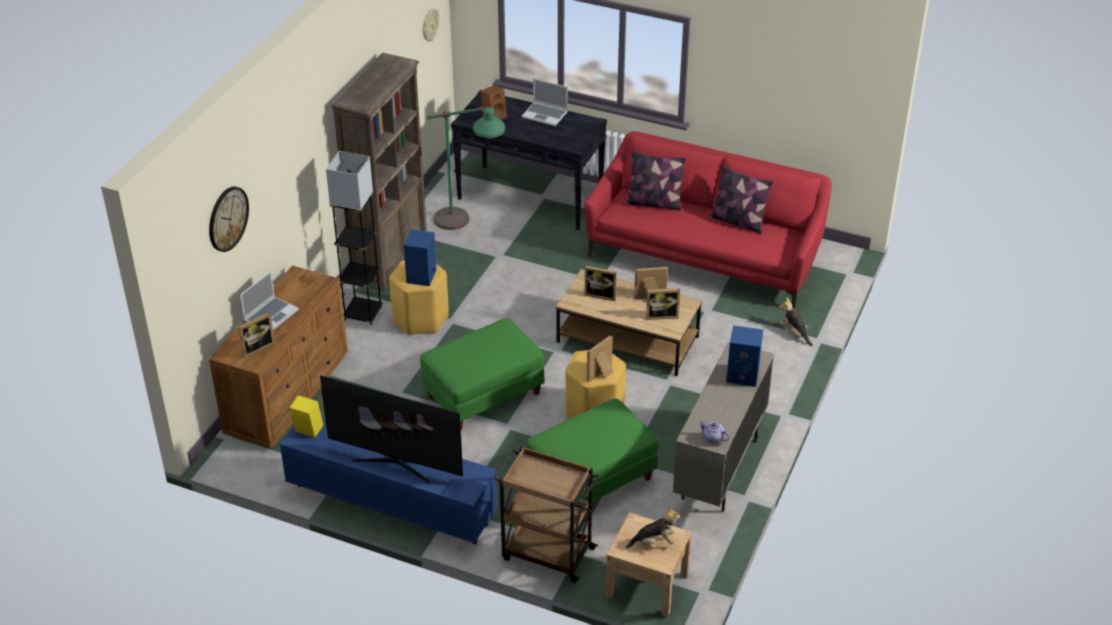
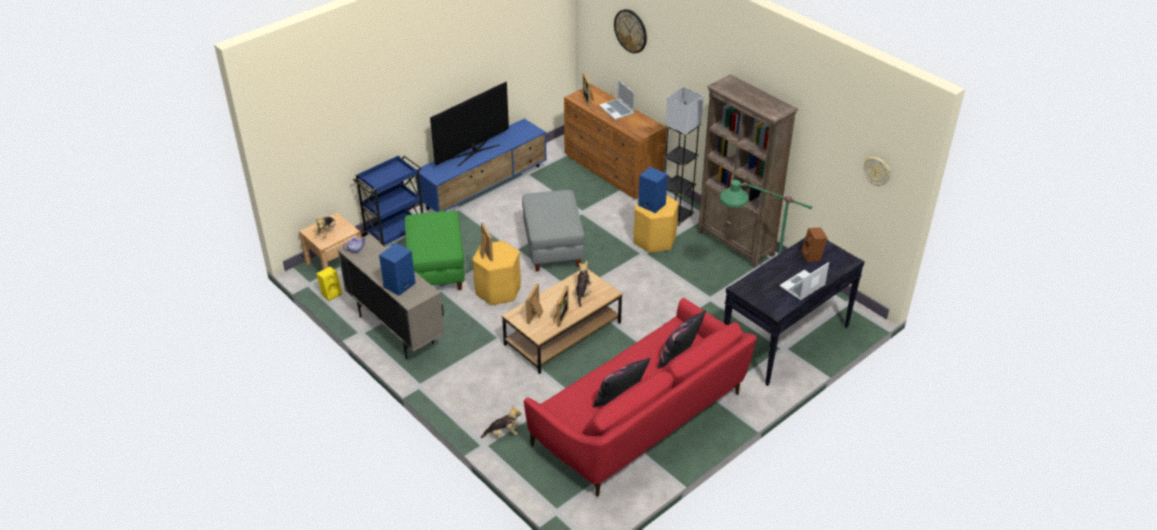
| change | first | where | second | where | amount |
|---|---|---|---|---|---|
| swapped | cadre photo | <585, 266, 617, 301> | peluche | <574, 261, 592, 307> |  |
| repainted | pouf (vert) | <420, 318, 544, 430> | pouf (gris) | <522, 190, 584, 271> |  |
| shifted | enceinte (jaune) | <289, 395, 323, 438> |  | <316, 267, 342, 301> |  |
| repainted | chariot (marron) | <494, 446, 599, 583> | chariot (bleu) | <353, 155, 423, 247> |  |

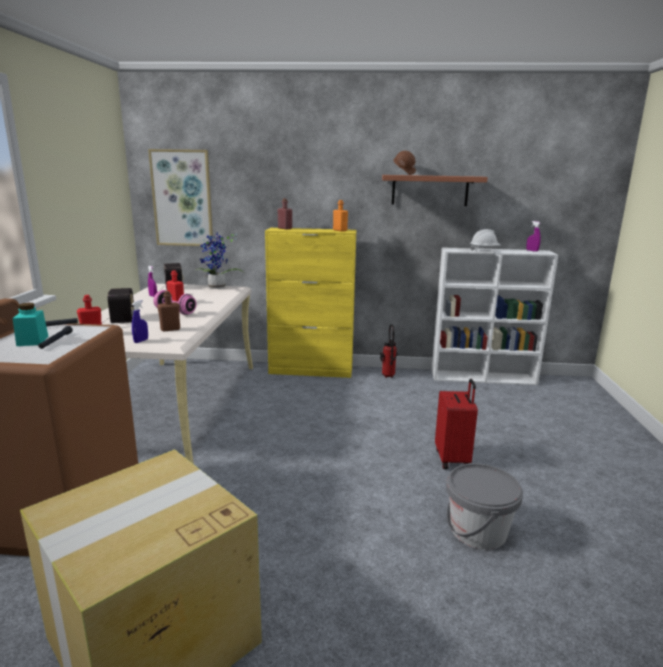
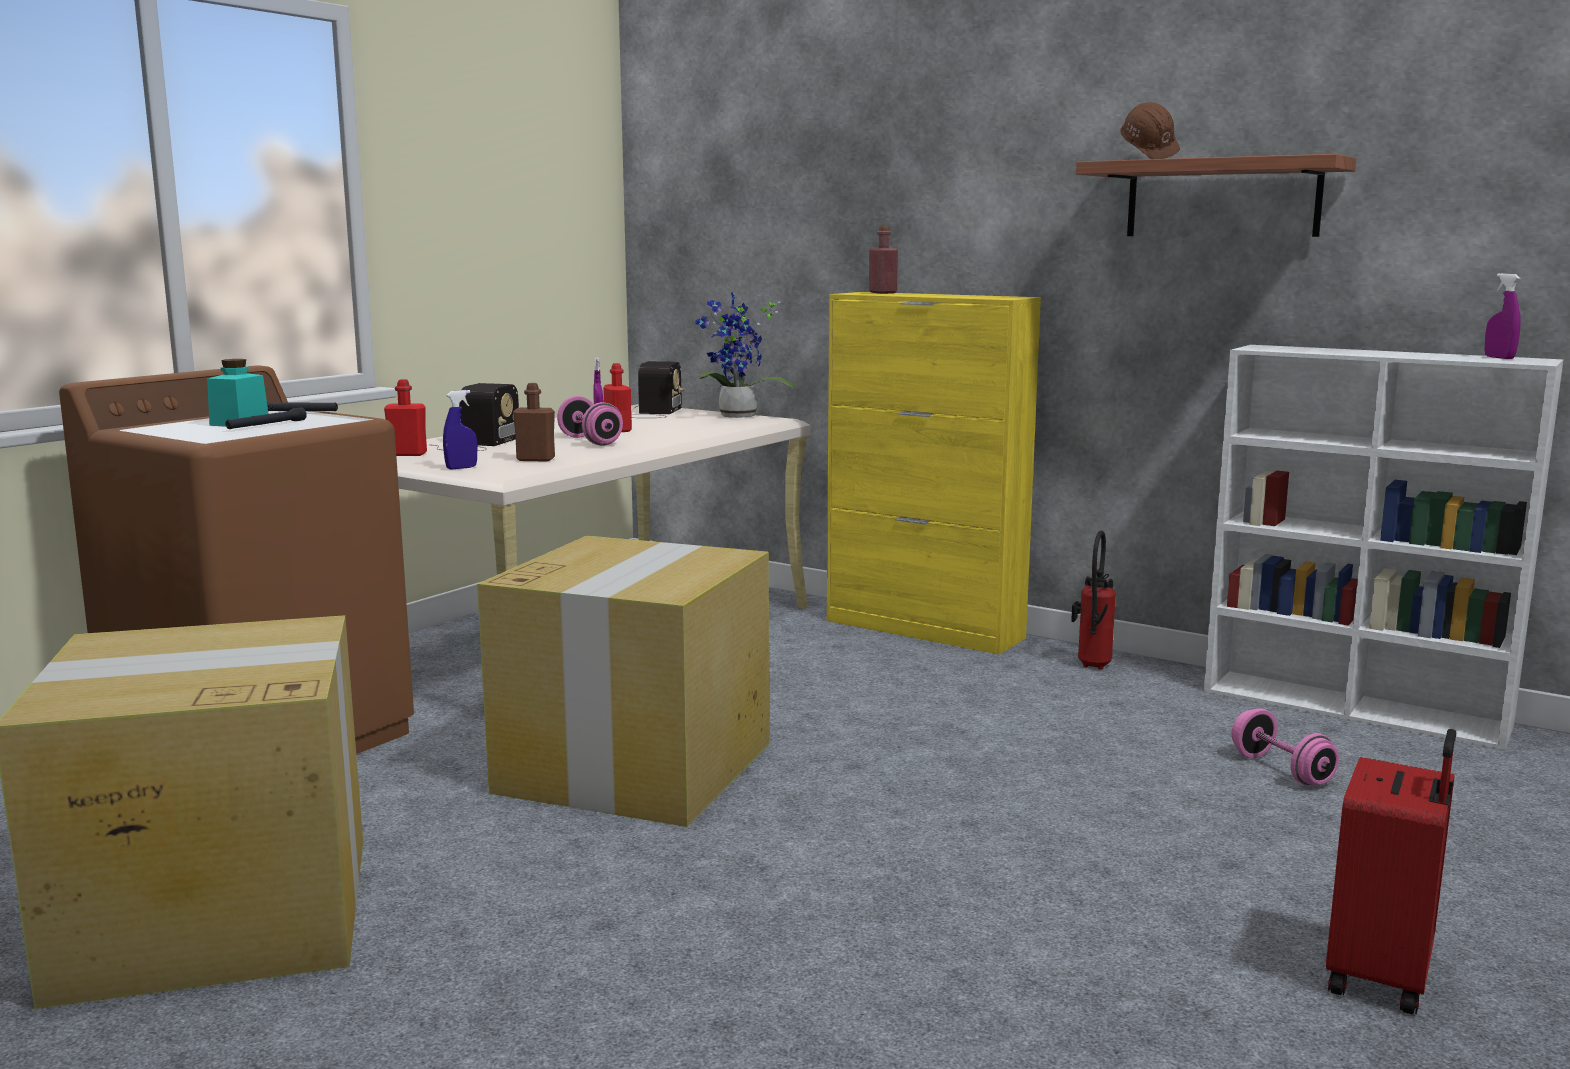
| change | first | where | second | where | amount |
|---|---|---|---|---|---|
| gone | tableau | <148, 149, 213, 246> |  |  |  |
| gone | bouteille (orange) | <333, 200, 348, 232> |  |  |  |
| gone | casque de chantier (blanc) | <470, 229, 500, 251> |  |  |  |
| shifted | valise (rouge) | <435, 379, 478, 469> |  | <1326, 729, 1456, 1014> |  |
| gone | seau (gris) | <446, 463, 523, 549> |  |  |  |
| new |  |  | carton | <477, 536, 769, 827> |  |
| new |  |  | haltère (rose) | <1231, 708, 1339, 786> |  |

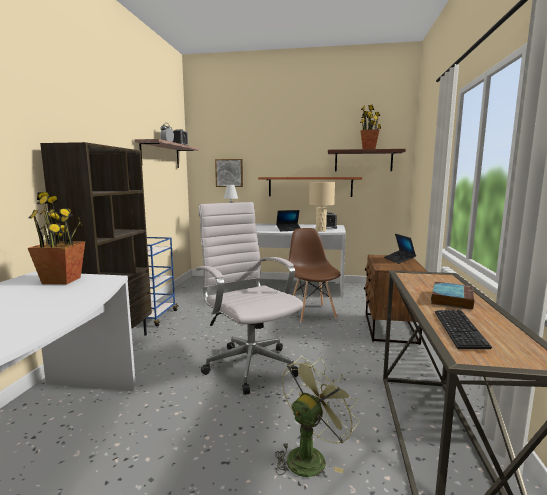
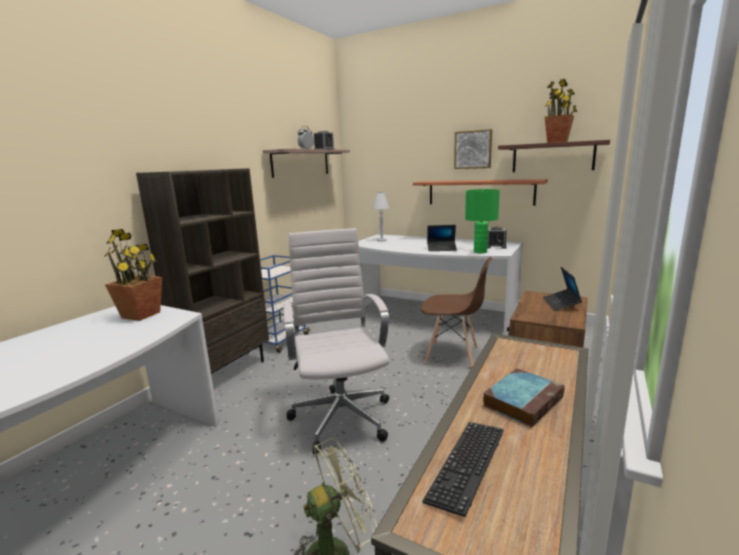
| change | first | where | second | where | amount |
|---|---|---|---|---|---|
| shifted | tableau | <215, 159, 243, 187> |  | <454, 129, 492, 169> |  |
| repainted | lampe de table (beige) | <309, 182, 335, 232> | lampe de table (vert) | <465, 189, 500, 253> |  |
| rotated | chaise (marron) | <289, 228, 341, 323> |  | <420, 257, 492, 368> | 105 degrees clockwise |

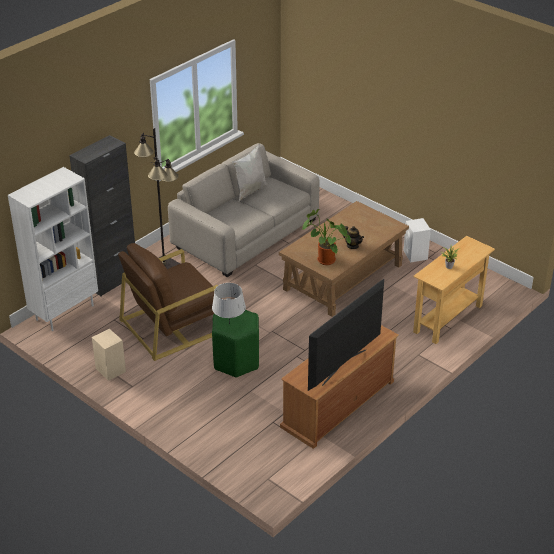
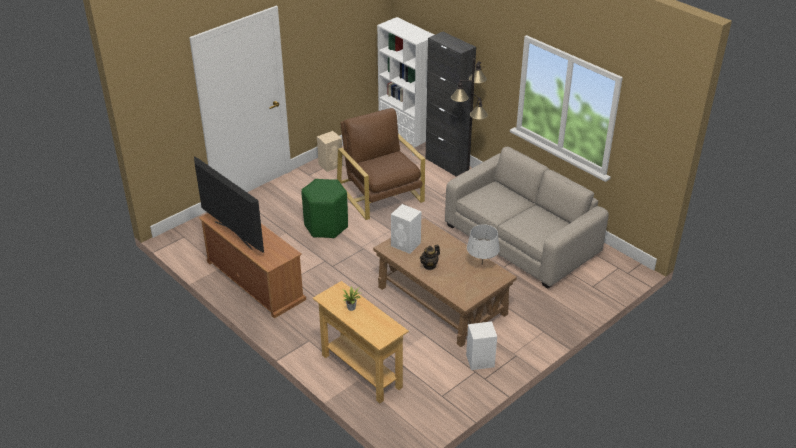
| change | first | where | second | where | amount |
|---|---|---|---|---|---|
| gone | coussin (blanc) | <232, 144, 268, 202> |  |  |  |
| swapped | plante en pot | <302, 209, 351, 265> | enceinte (blanc) | <391, 204, 421, 254> |  |
| shifted | lampe de table (gris) | <212, 283, 246, 325> |  | <467, 224, 500, 262> |  |

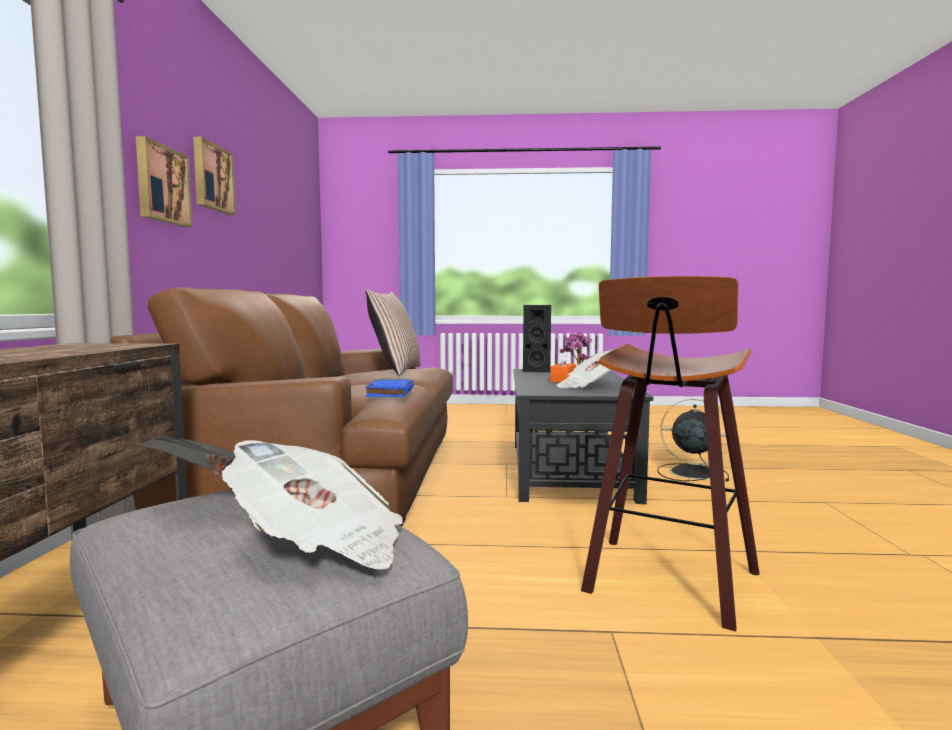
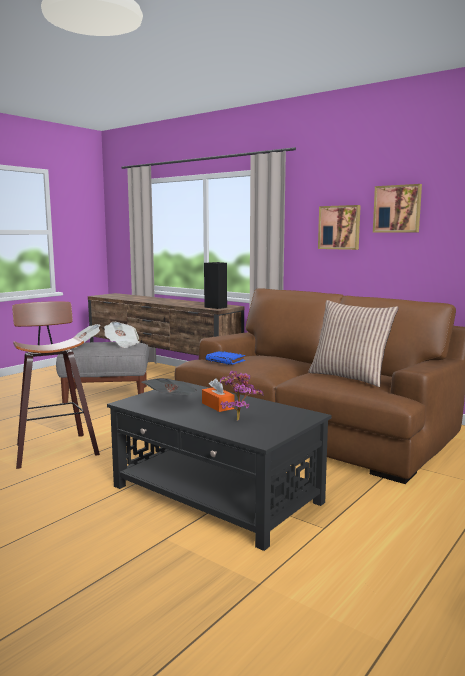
| change | first | where | second | where | amount |
|---|---|---|---|---|---|
| shifted | enceinte (noir) | <522, 305, 551, 372> |  | <204, 262, 227, 309> |  |
| gone | ventilateur (noir) | <657, 399, 729, 482> |  |  |  |

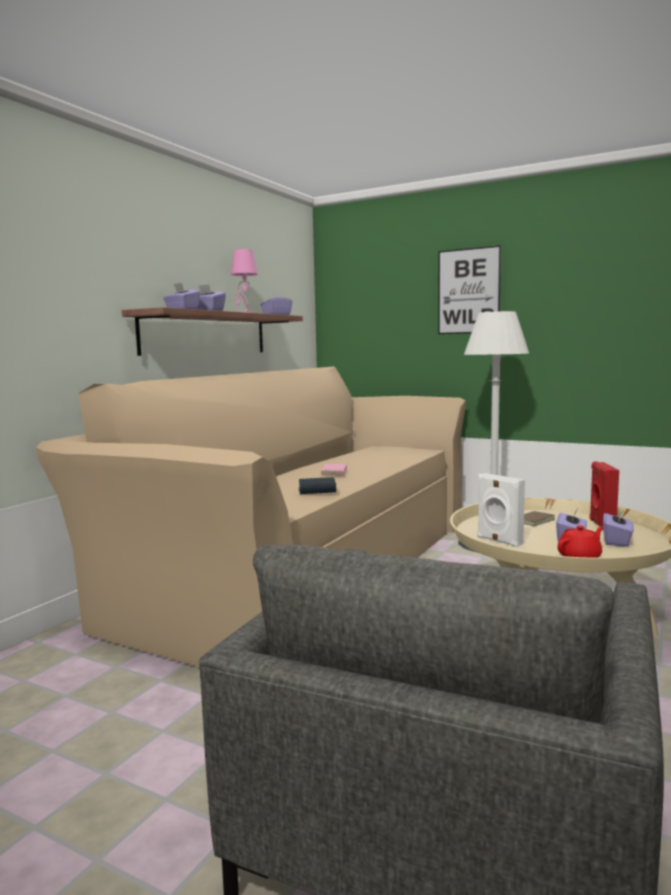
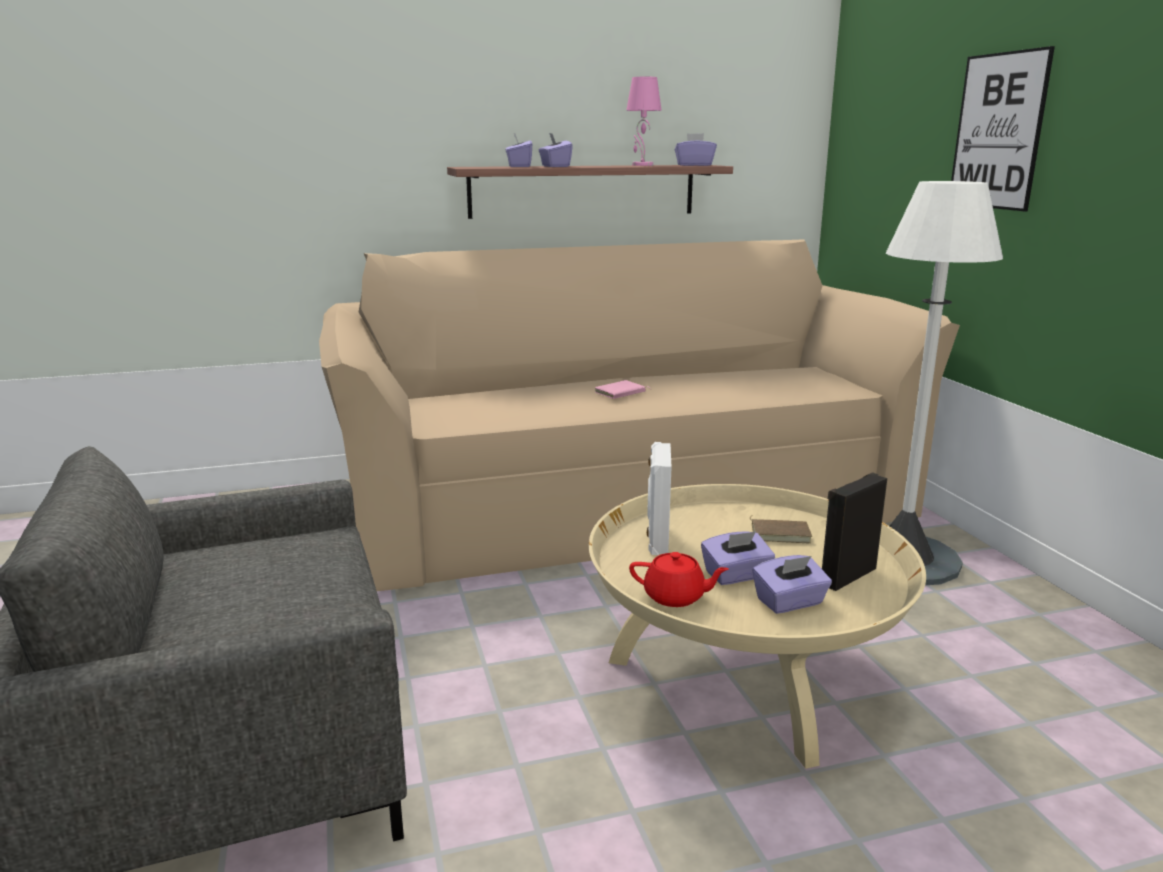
| change | first | where | second | where | amount |
|---|---|---|---|---|---|
| repainted | enceinte (rouge) | <589, 462, 619, 527> | enceinte (noir) | <822, 472, 887, 591> |  |
| gone | livre | <299, 477, 336, 494> |  |  |  |

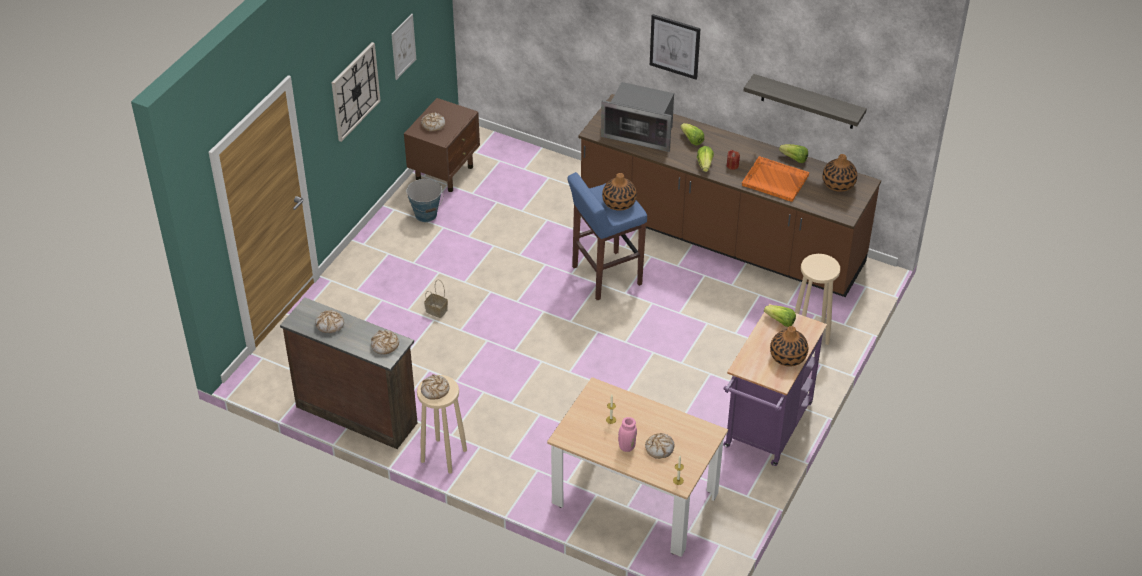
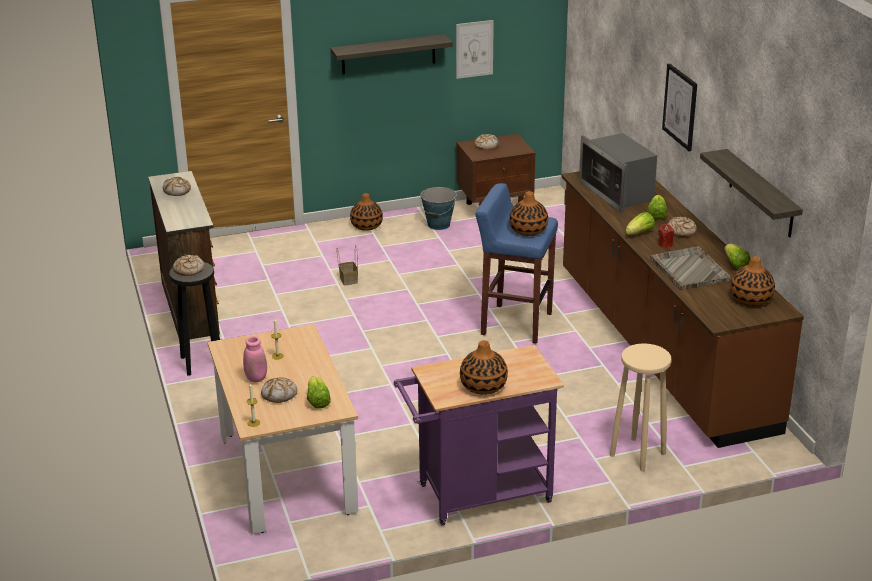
| change | first | where | second | where | amount |
|---|---|---|---|---|---|
| swapped | horloge murale | <331, 42, 381, 142> | étagère | <331, 34, 453, 75> |  |
| repainted | plateau (orange) | <742, 156, 809, 202> | plateau (gris) | <650, 246, 731, 290> |  |
| shifted | laitue | <764, 305, 796, 327> |  | <307, 376, 331, 409> |  |
| shifted | pain | <371, 330, 399, 355> |  | <667, 217, 697, 237> |  |
| repainted | tabouret (beige) | <417, 375, 467, 473> | tabouret (noir) | <169, 262, 220, 376> |  |
| new |  |  | vase | <350, 193, 383, 231> |  |

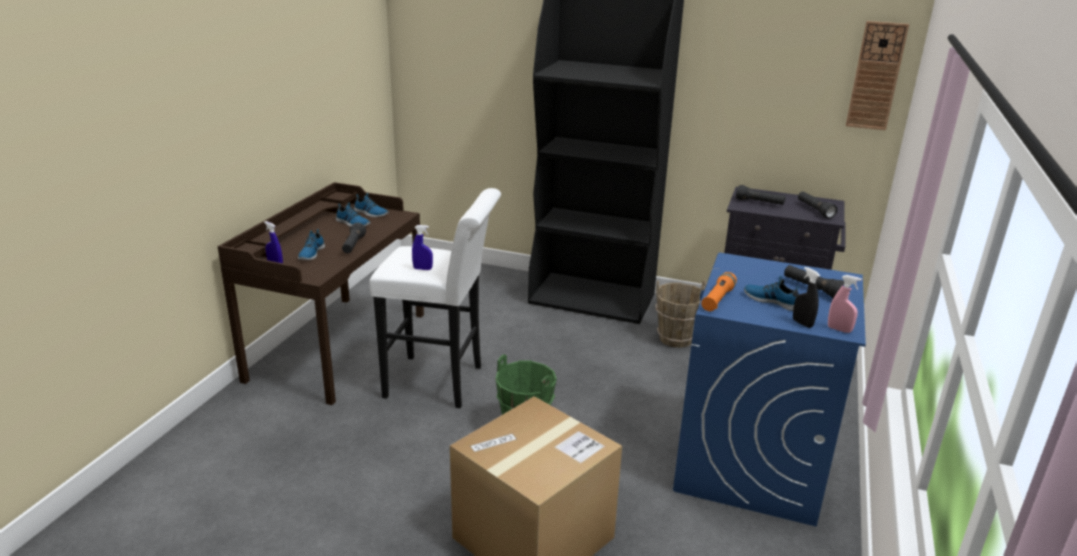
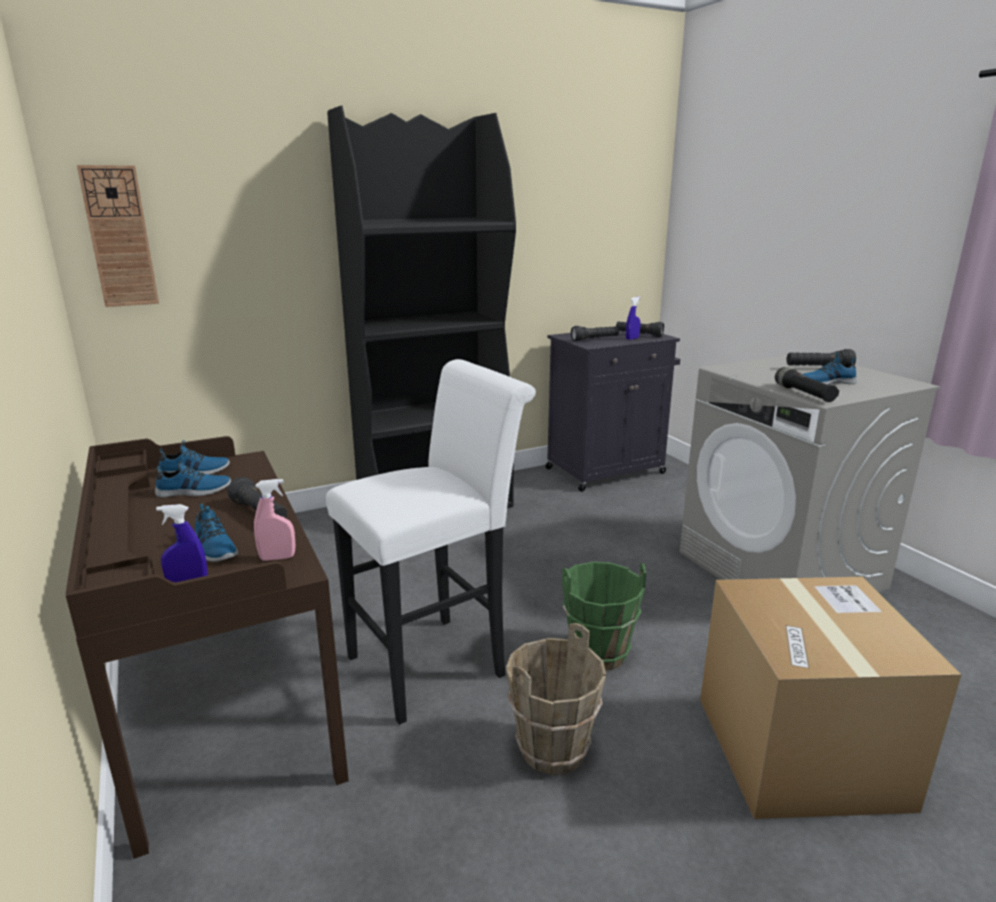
| change | first | where | second | where | amount |
|---|---|---|---|---|---|
| shifted | horloge murale | <846, 21, 909, 130> |  | <77, 165, 159, 307> |  |
| shifted | vaporisateur (bleu) | <412, 225, 433, 270> |  | <626, 297, 641, 340> |  |
| repainted | lave-linge (bleu) | <673, 253, 866, 527> | lave-linge (gris) | <679, 355, 941, 592> |  |
| gone | vaporisateur (noir) | <793, 267, 820, 328> |  |  |  |
| repainted | lampe de poche (orange) | <701, 272, 737, 311> | lampe de poche (noir) | <775, 367, 839, 402> |  |
| shifted | vaporisateur (rose) | <828, 275, 862, 333> |  | <254, 479, 295, 561> |  |
| shifted | seau (marron) | <656, 281, 707, 348> |  | <506, 623, 606, 775> |  |

